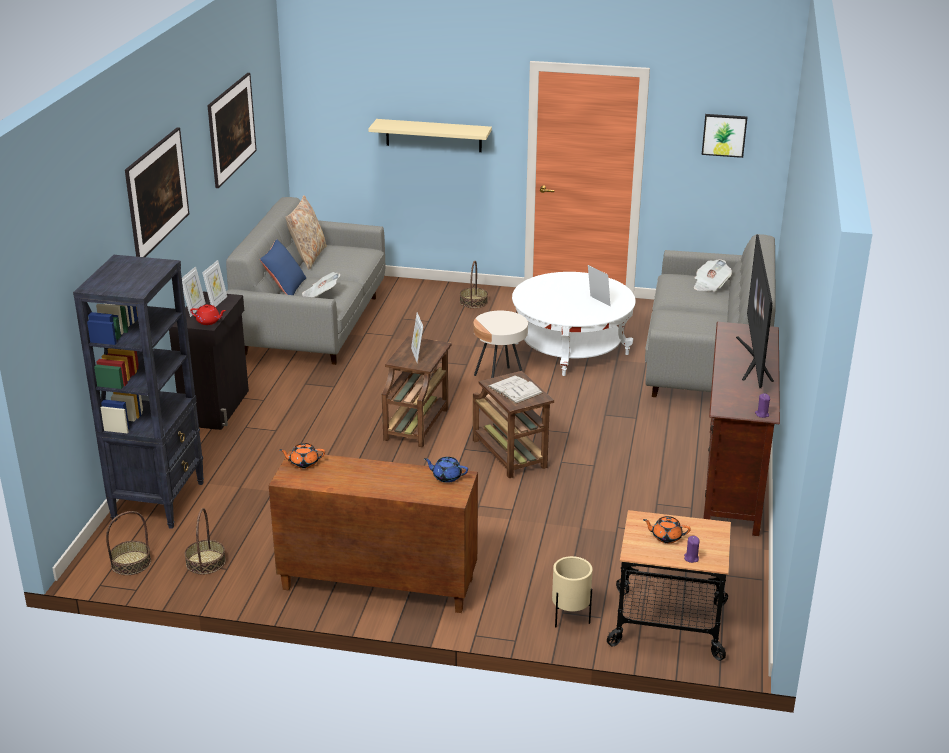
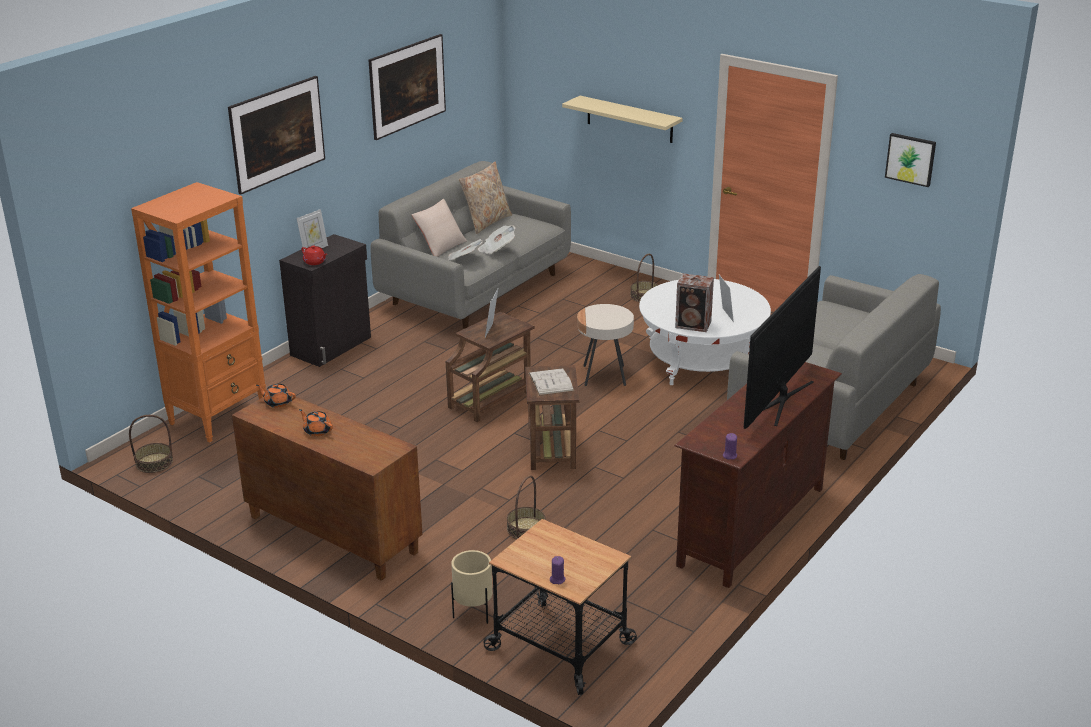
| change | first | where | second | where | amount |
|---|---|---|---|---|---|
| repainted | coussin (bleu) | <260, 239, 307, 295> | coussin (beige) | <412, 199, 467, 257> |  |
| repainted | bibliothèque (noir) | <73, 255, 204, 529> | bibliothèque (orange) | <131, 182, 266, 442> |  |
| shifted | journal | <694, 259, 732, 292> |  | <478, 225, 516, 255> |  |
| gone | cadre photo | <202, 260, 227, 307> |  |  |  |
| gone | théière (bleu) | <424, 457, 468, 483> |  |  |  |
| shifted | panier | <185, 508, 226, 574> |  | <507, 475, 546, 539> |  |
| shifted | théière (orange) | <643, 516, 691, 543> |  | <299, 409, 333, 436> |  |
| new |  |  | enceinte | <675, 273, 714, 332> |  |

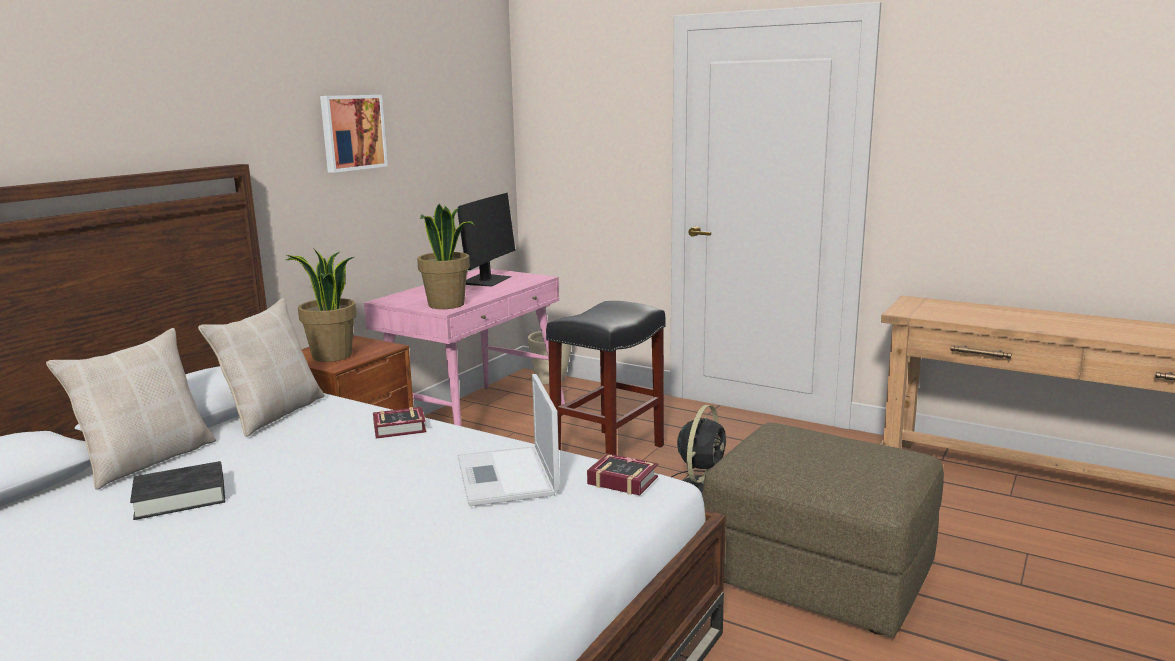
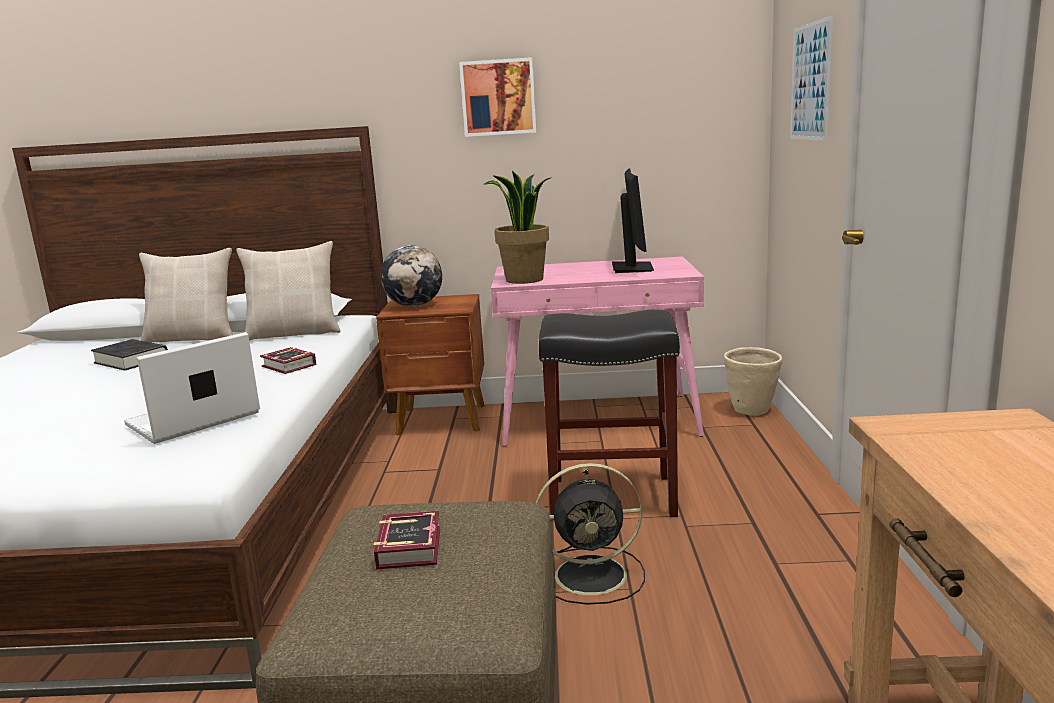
| change | first | where | second | where | amount |
|---|---|---|---|---|---|
| rotated | écran d'ordinateur | <457, 193, 515, 287> |  | <612, 169, 654, 273> | 75 degrees counterclockwise |
| swapped | plante en pot | <286, 249, 357, 362> | globe | <381, 245, 442, 307> |  |
| shifted | livre | <587, 453, 658, 495> |  | <373, 511, 441, 570> |  |
| new |  |  | tableau | <790, 15, 833, 141> |  |

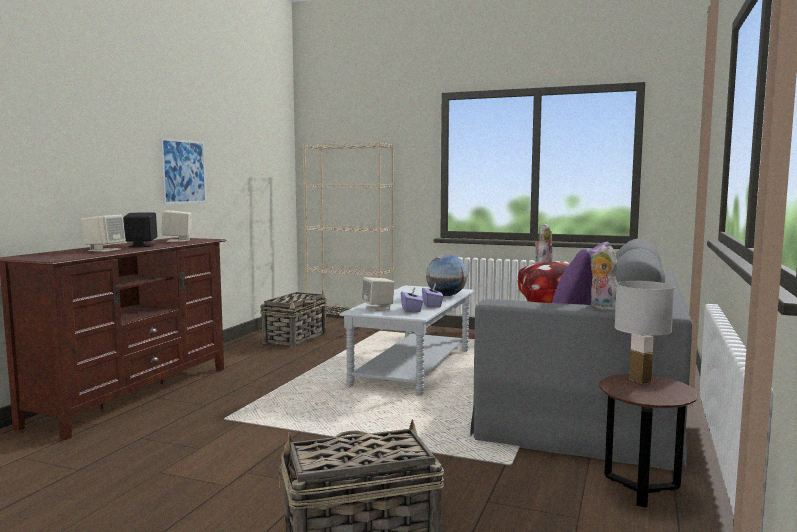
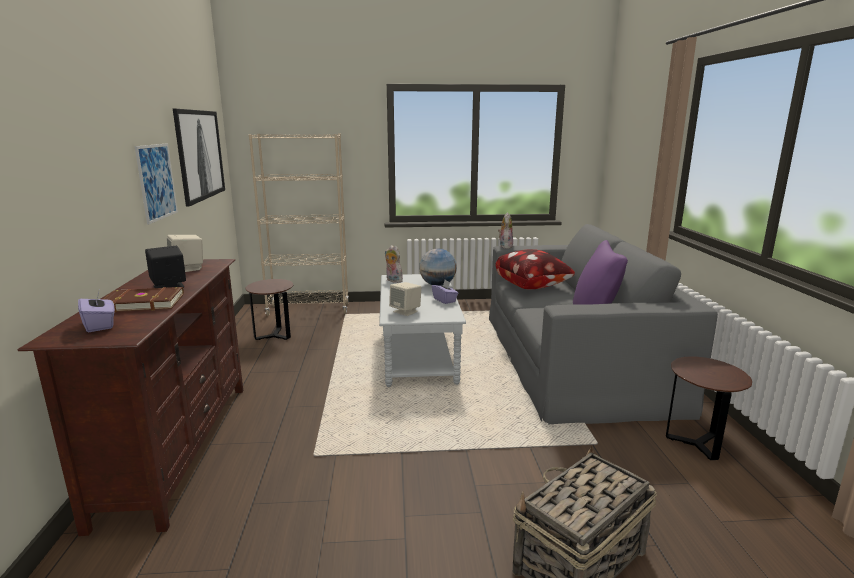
| change | first | where | second | where | amount |
|---|---|---|---|---|---|
| swapped | enceinte (beige) | <81, 215, 126, 252> | livre (marron) | <103, 287, 184, 313> |  |
| shifted | peluche | <591, 245, 617, 311> |  | <385, 245, 403, 283> |  |
| gone | lampe de table (blanc) | <614, 281, 675, 384> |  |  |  |
| shifted | boîte à mouchoirs (violet) | <401, 287, 423, 312> |  | <78, 292, 115, 332> |  |
| swapped | panier | <260, 290, 327, 348> | table d'appoint (marron) | <245, 279, 293, 340> |  |
| new |  |  | tableau | <173, 109, 225, 207> |  |

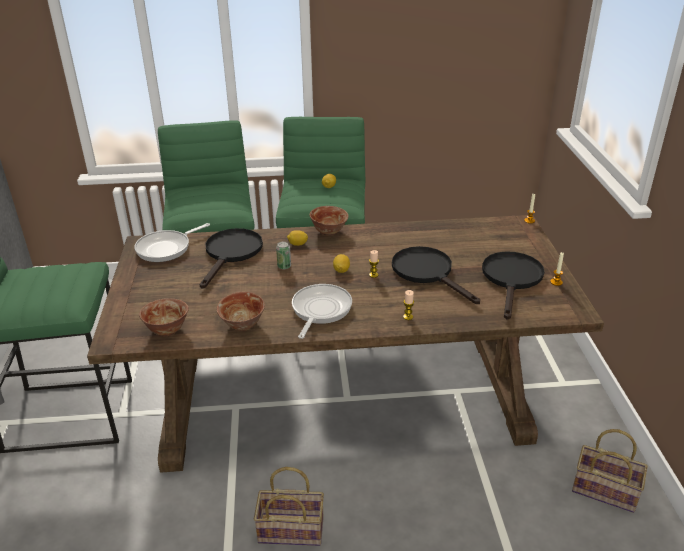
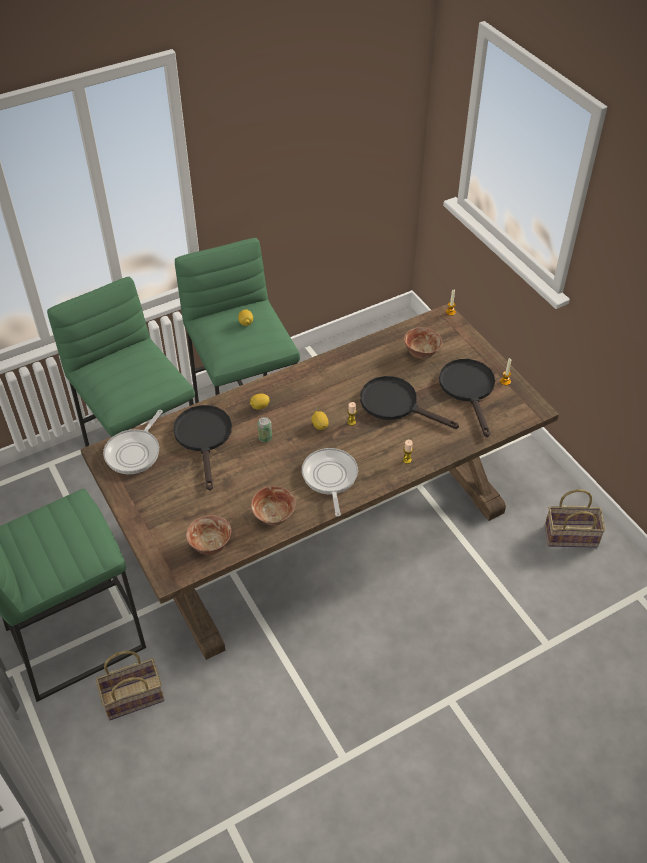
| change | first | where | second | where | amount |
|---|---|---|---|---|---|
| shifted | bol | <309, 206, 349, 236> |  | <404, 327, 442, 359> |  |
| shifted | panier | <254, 467, 324, 546> |  | <96, 651, 165, 720> |  |

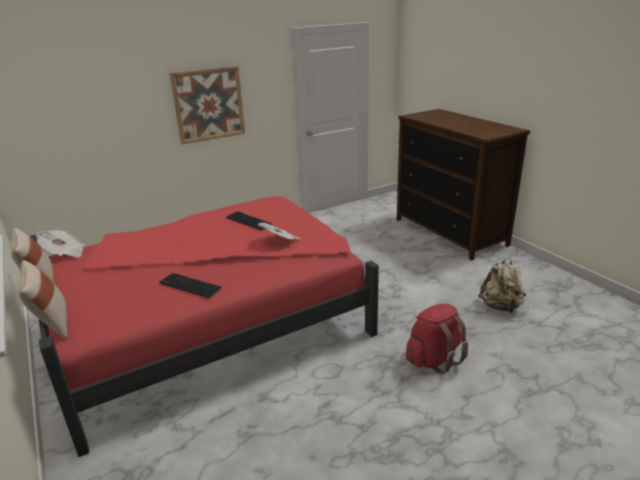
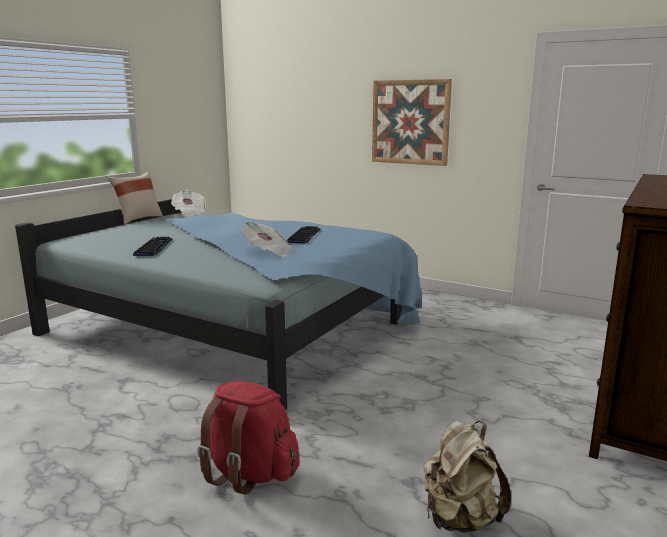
| change | first | where | second | where | amount |
|---|---|---|---|---|---|
| repainted | lit (rouge) | <30, 196, 379, 457> | lit (bleu) | <15, 199, 422, 410> |  |
| gone | coussin (beige) | <18, 260, 68, 339> |  |  |  |

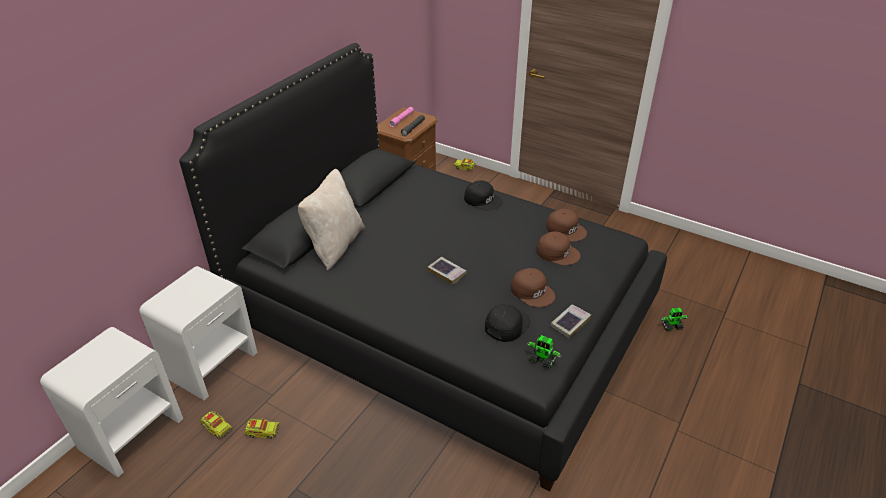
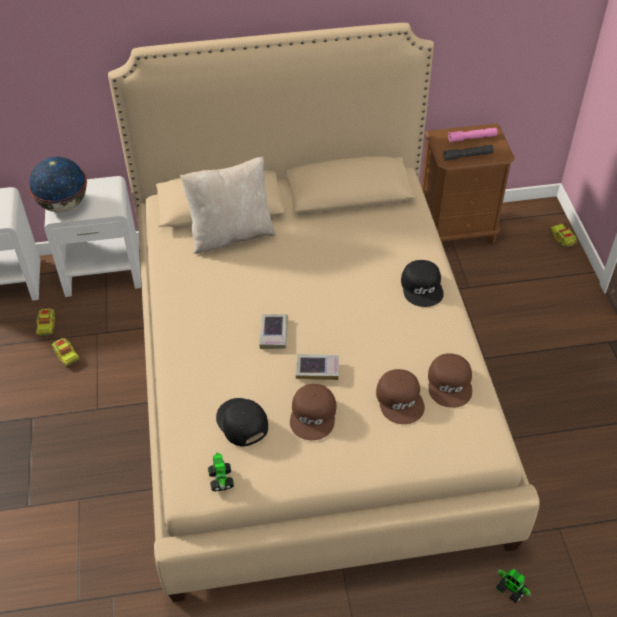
| change | first | where | second | where | amount |
|---|---|---|---|---|---|
| repainted | lit (noir) | <179, 43, 667, 492> | lit (beige) | <108, 23, 540, 602> |  |
| rotated | casquette (noir) | <485, 304, 530, 342> |  | <216, 398, 268, 447> | 120 degrees counterclockwise |
| shifted | livre | <550, 304, 591, 338> |  | <296, 354, 339, 380> |  |
| new |  |  | globe | <28, 157, 87, 212> |  |

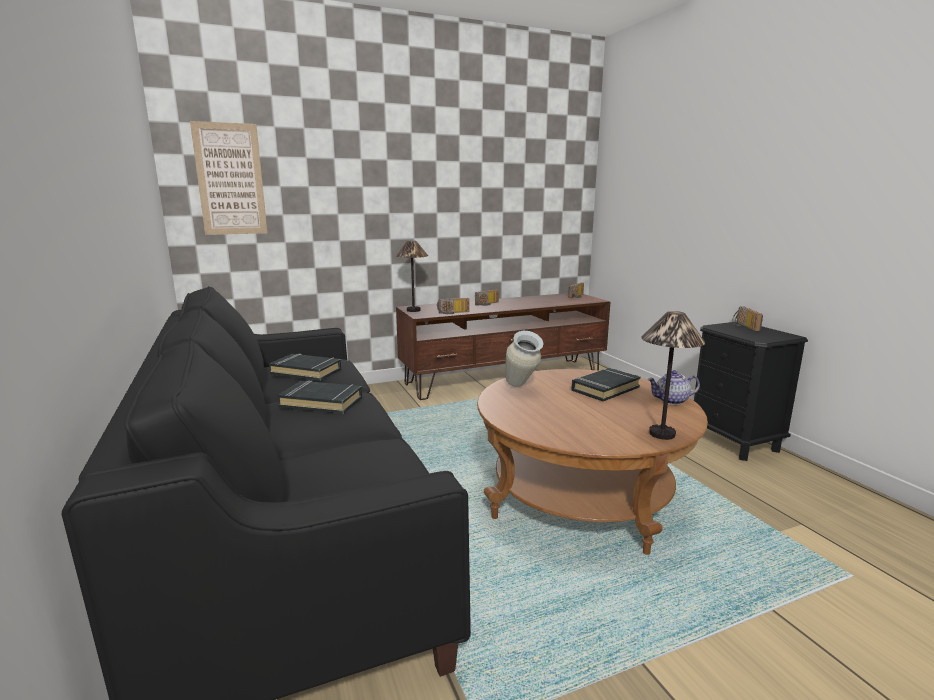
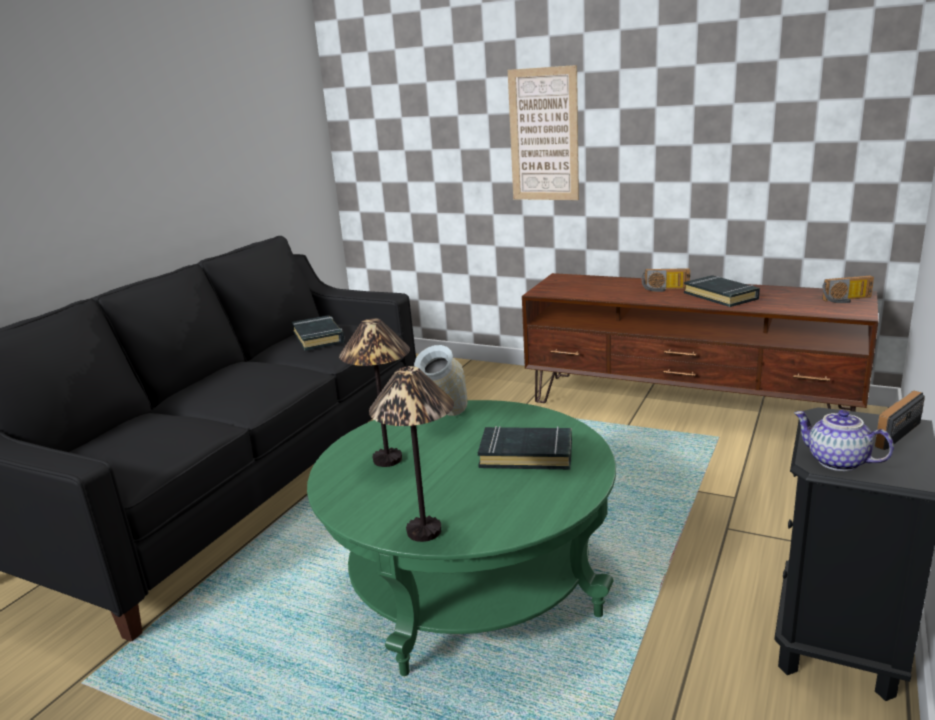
| change | first | where | second | where | amount |
|---|---|---|---|---|---|
| shifted | tableau | <190, 121, 268, 235> |  | <508, 65, 579, 200> |  |
| shifted | lampe de table | <396, 240, 428, 312> |  | <339, 318, 410, 467> |  |
| gone | radio | <437, 298, 470, 314> |  |  |  |
| repainted | table basse (marron) | <477, 369, 708, 555> | table basse (vert) | <307, 400, 616, 676> |  |
| shifted | théière | <647, 370, 700, 405> |  | <794, 410, 894, 471> |  |
| shifted | livre (noir) | <278, 381, 362, 414> |  | <684, 275, 760, 307> |  |

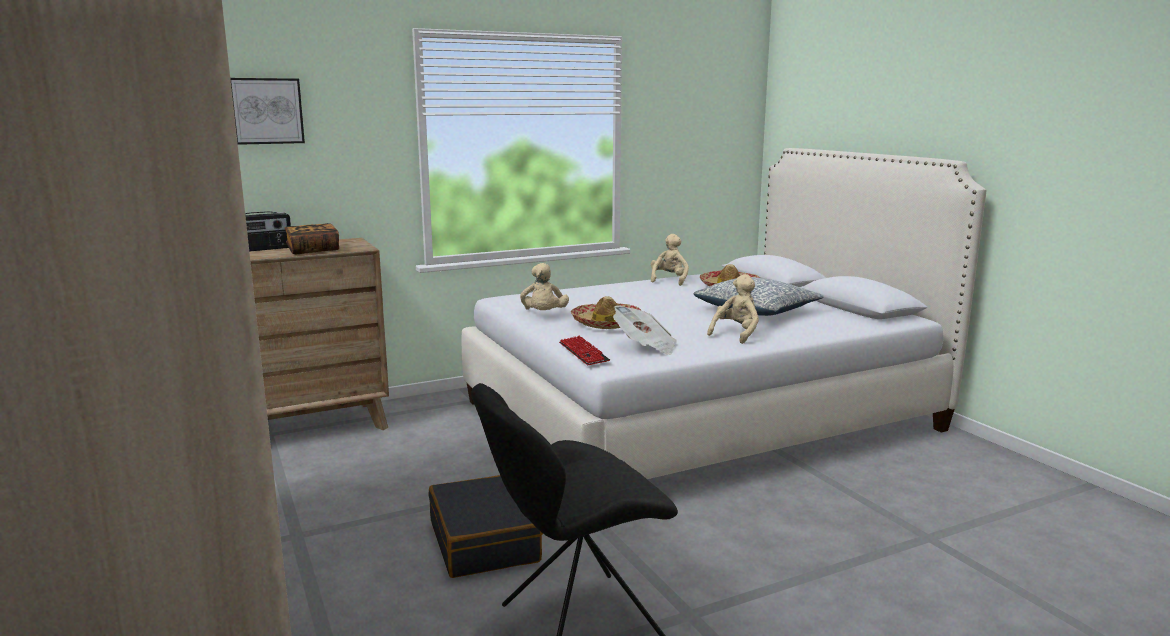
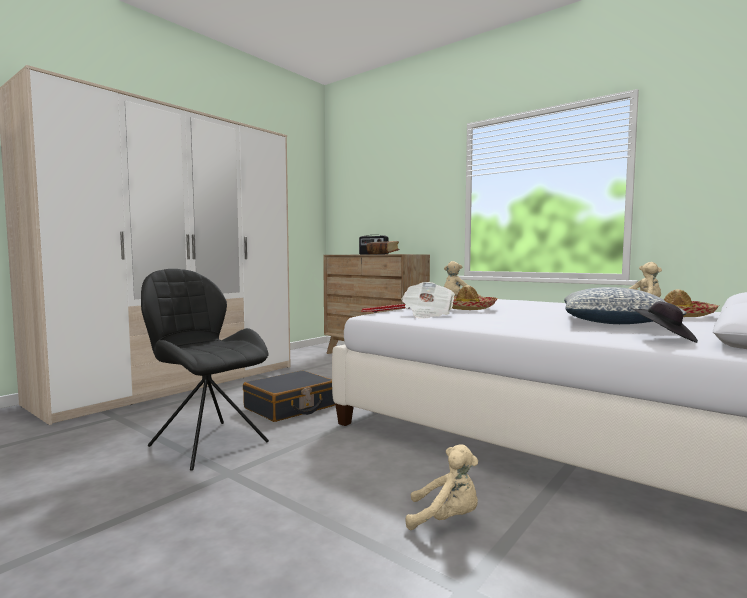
| change | first | where | second | where | amount |
|---|---|---|---|---|---|
| gone | tableau | <230, 78, 305, 145> |  |  |  |
| shifted | peluche (beige) | <707, 274, 759, 344> |  | <406, 445, 478, 530> |  |
| new |  |  | chapeau (noir) | <631, 301, 698, 343> |  |

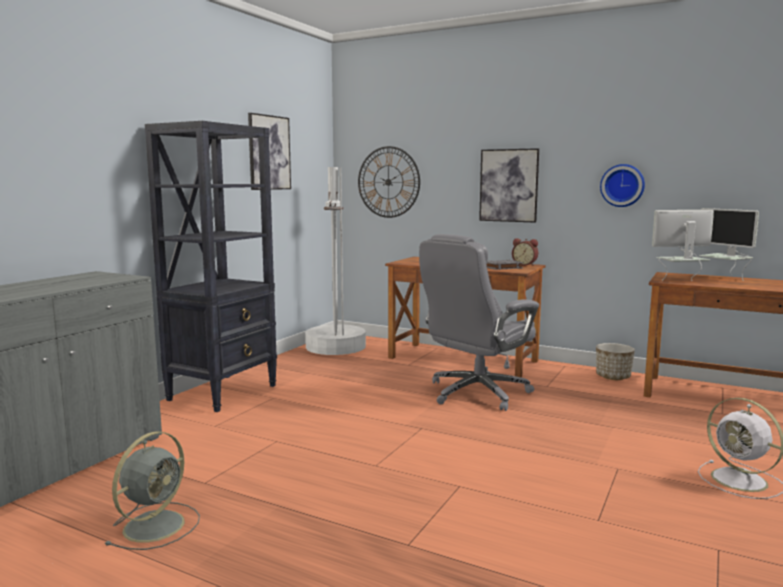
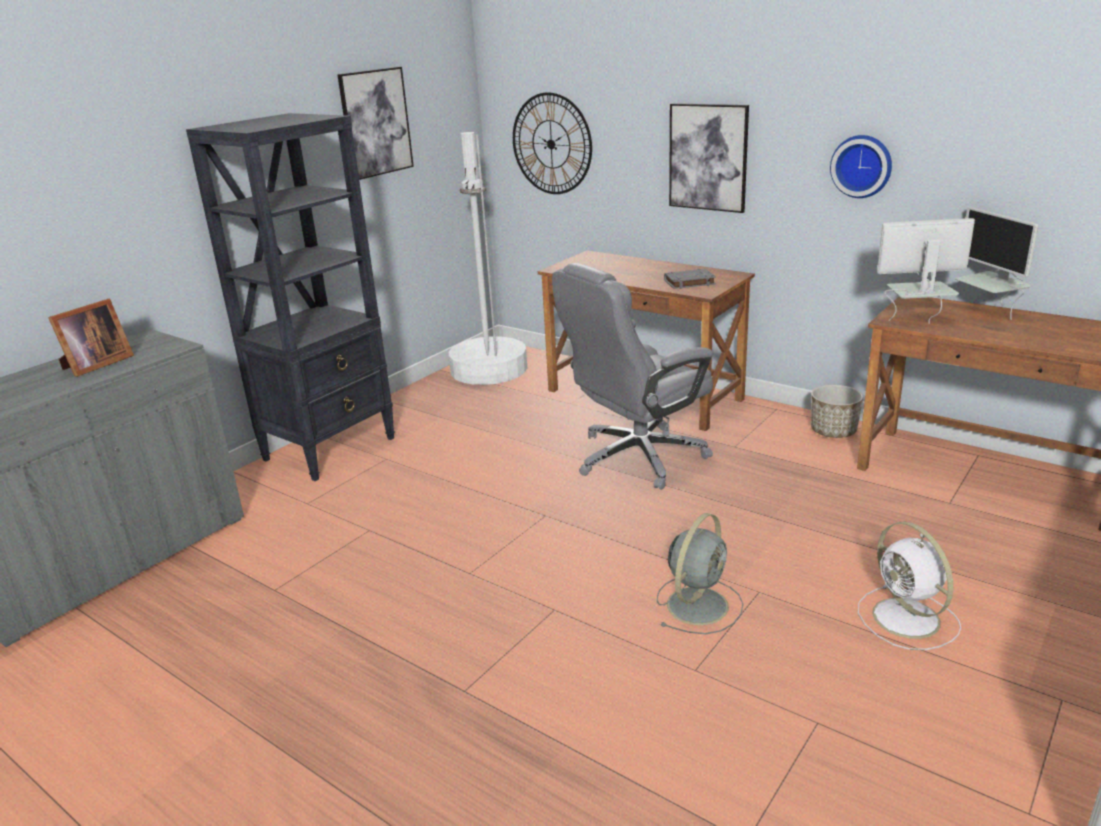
| change | first | where | second | where | amount |
|---|---|---|---|---|---|
| gone | réveil | <512, 238, 538, 266> |  |  |  |
| shifted | ventilateur (gris) | <105, 432, 200, 550> |  | <657, 513, 743, 634> |  |
| new |  |  | cadre photo | <48, 298, 134, 377> |  |

